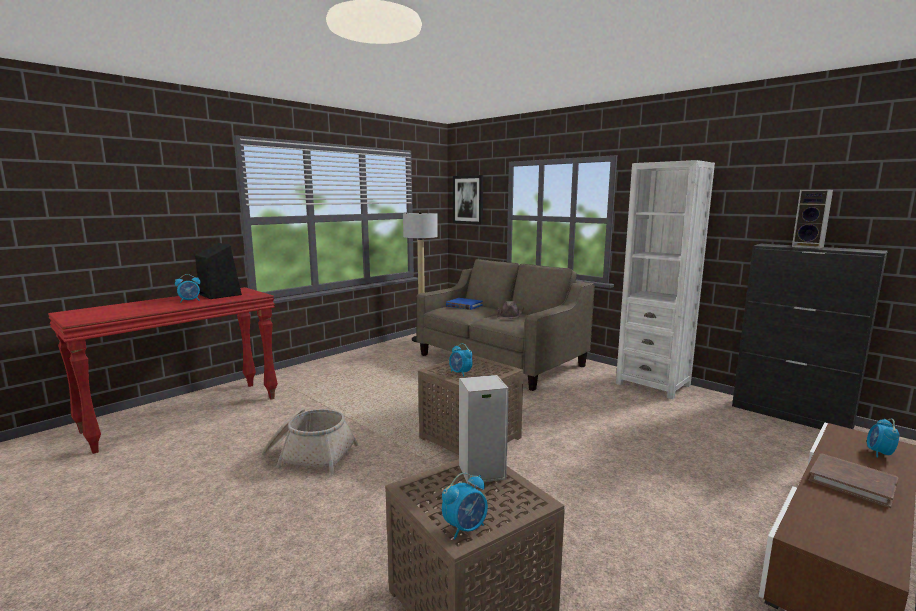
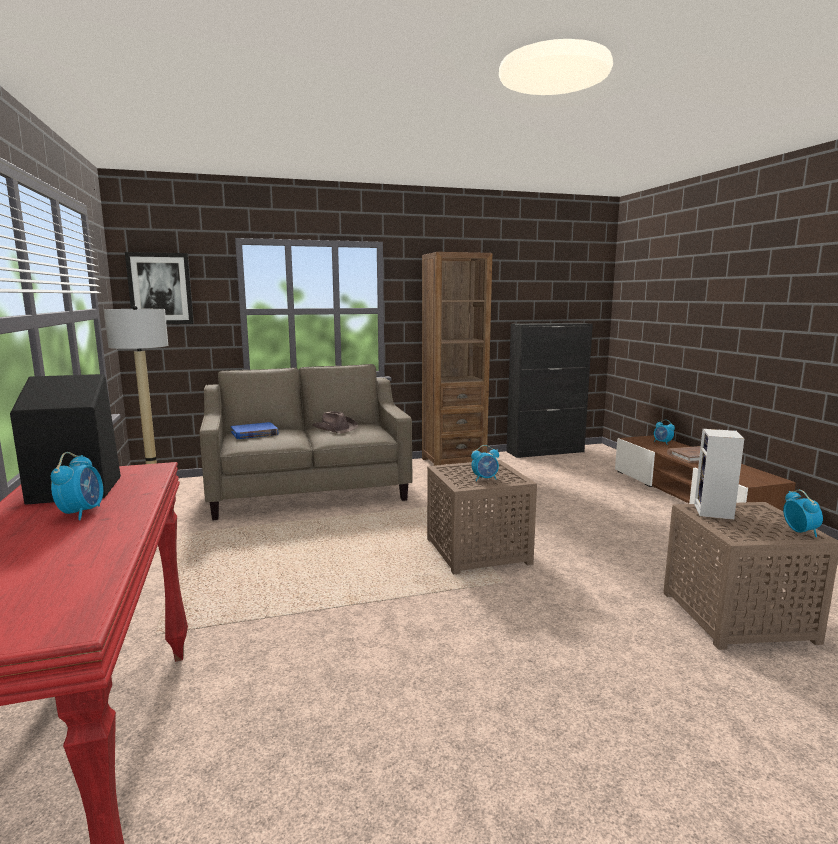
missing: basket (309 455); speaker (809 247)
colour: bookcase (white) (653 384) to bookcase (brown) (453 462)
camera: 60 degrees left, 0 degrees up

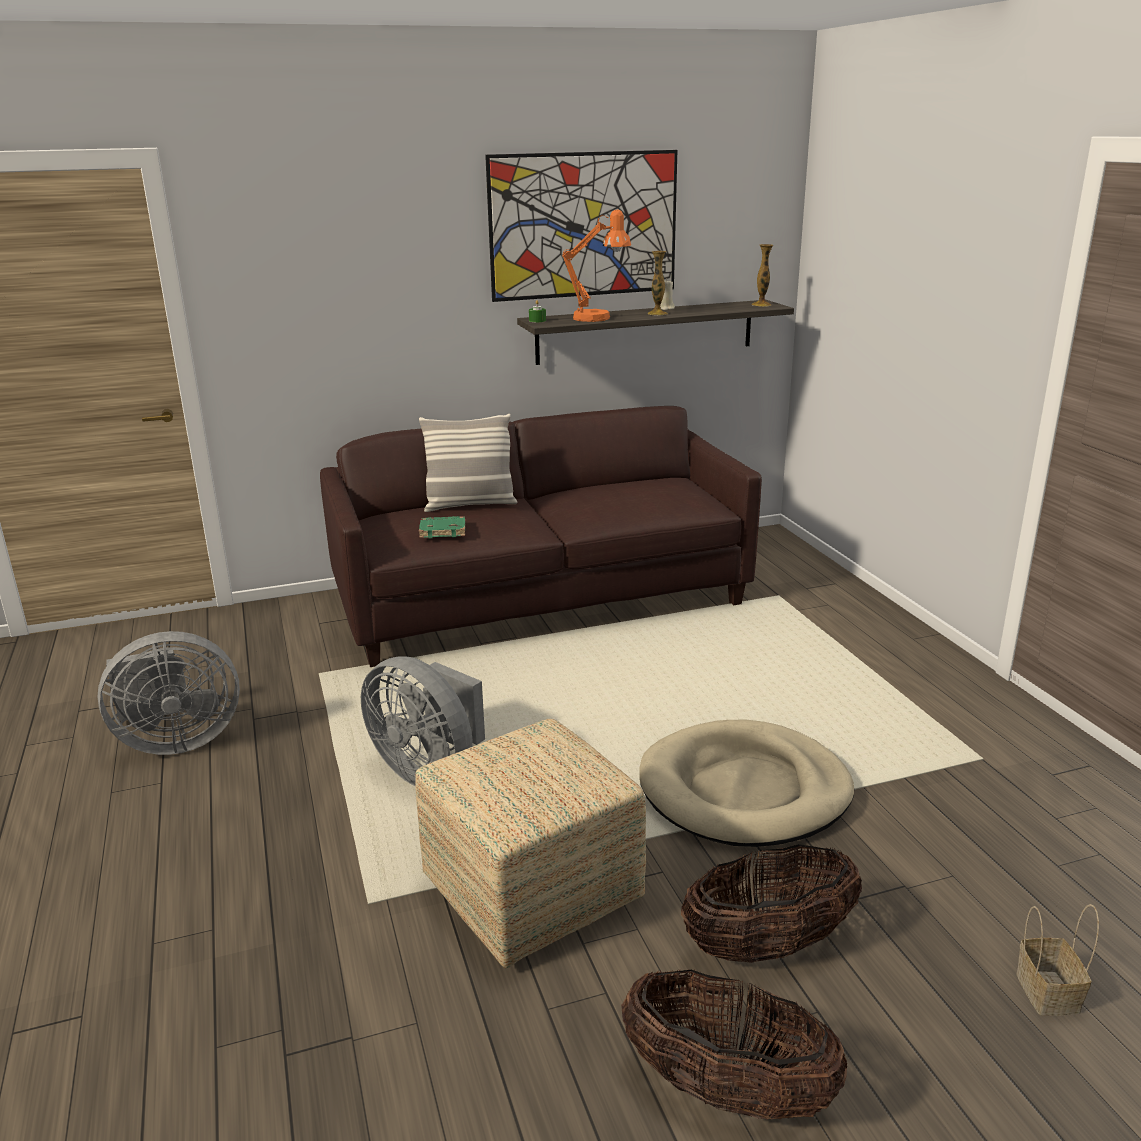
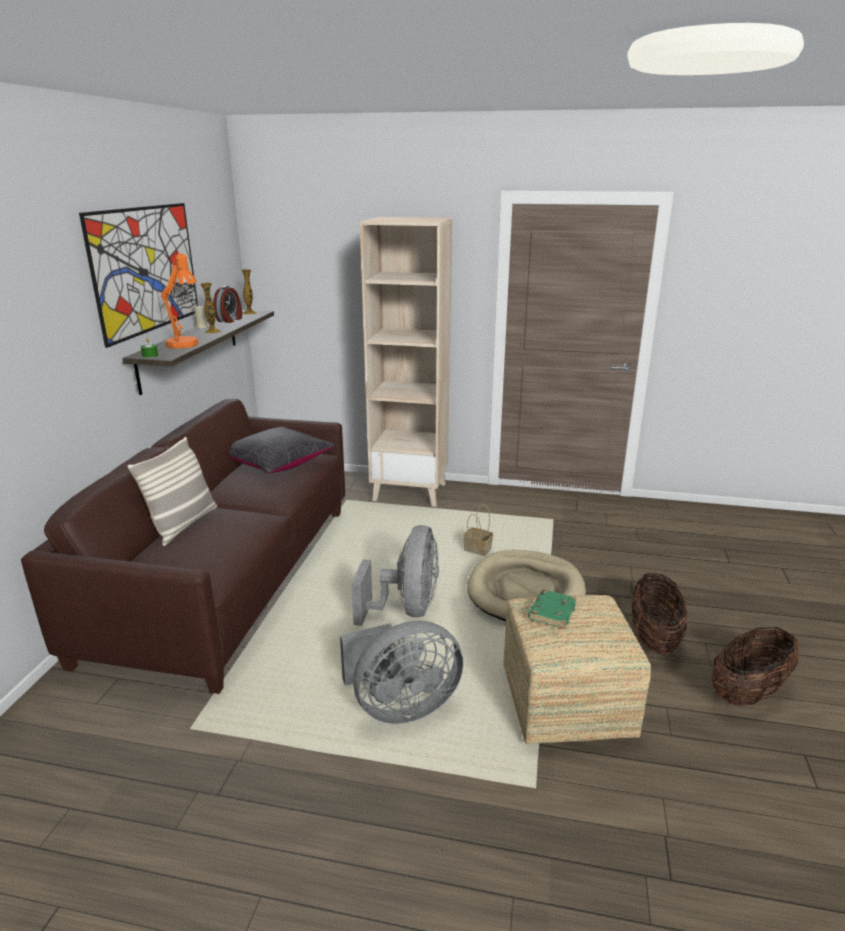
appeared: alarm clock (230 320); pillow (black) (277 462); bookcase (beige) (410 491)
relocated: fan (grey) (176 741) to (407 609); book (green) (443 531) to (551 611); basket (1045 991) to (476 549)
camera: 60 degrees left, 0 degrees up

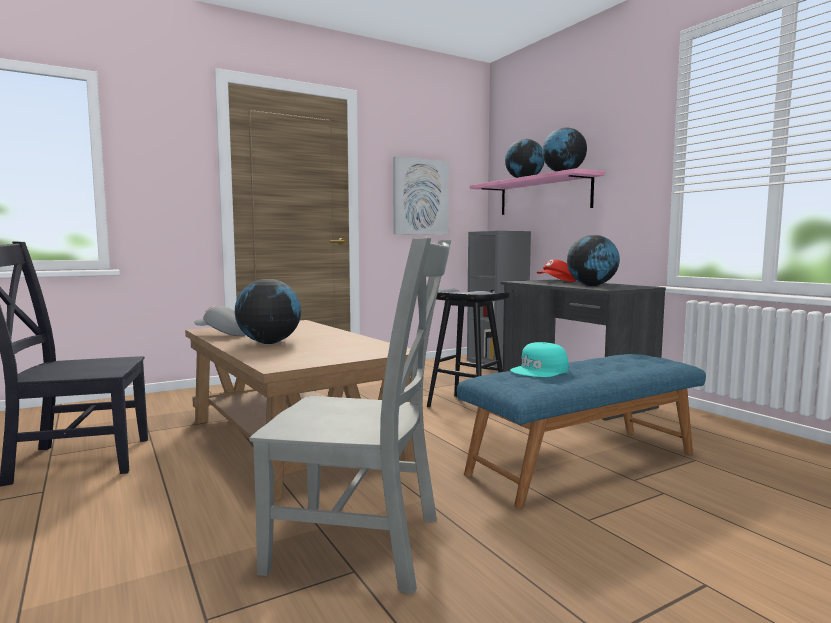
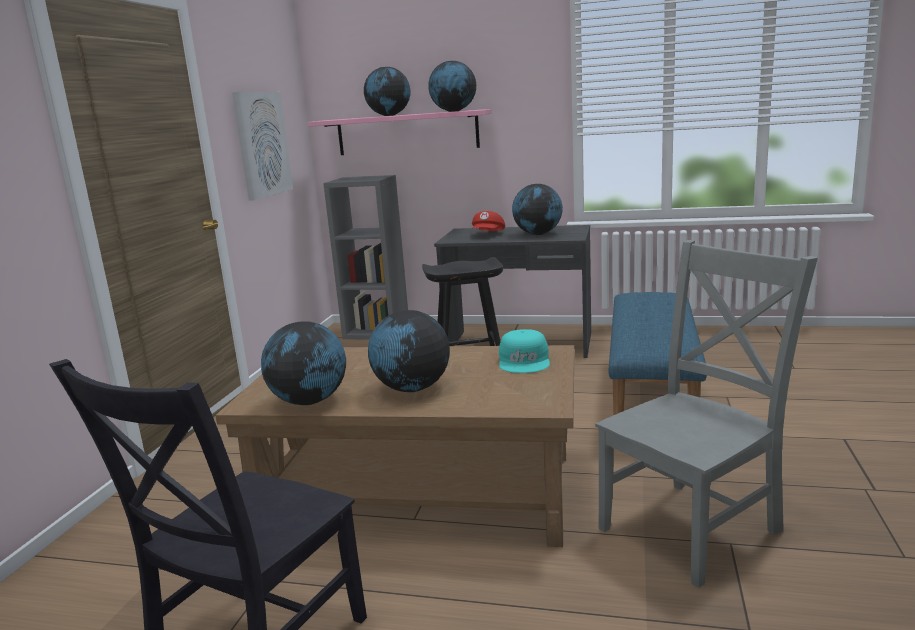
relocated: cap (turquoise) (540 370) to (525 361)
exchanged: cap (grey) (222 335) to globe (309 401)
camera: 45 degrees left, 10 degrees up

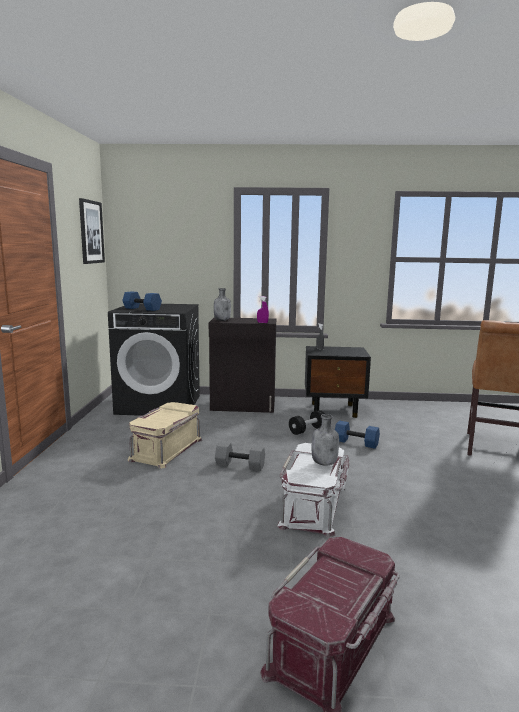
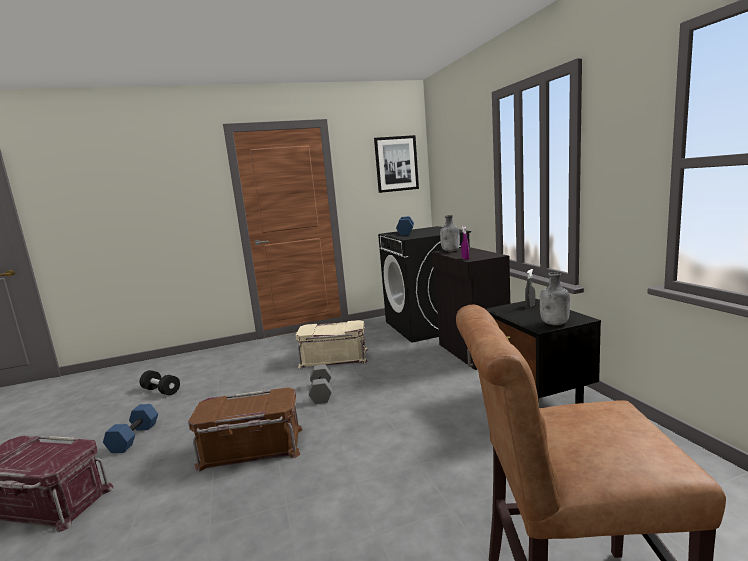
relocated: dumbbell (black) (307 430) to (161 391); bottle (grey) (324 463) to (555 324); dumbbell (blue) (355 443) to (134 437)
colour: storage box (white) (314 506) to storage box (brown) (251 448)
camera: 70 degrees right, 0 degrees up

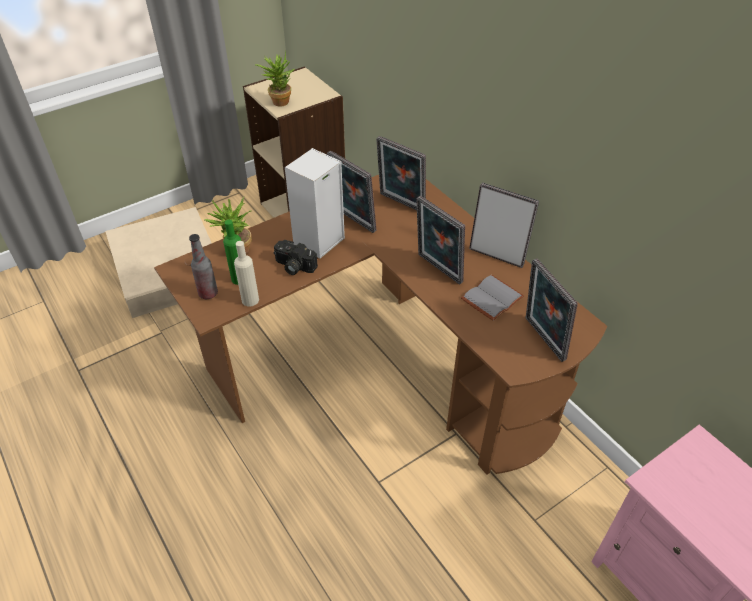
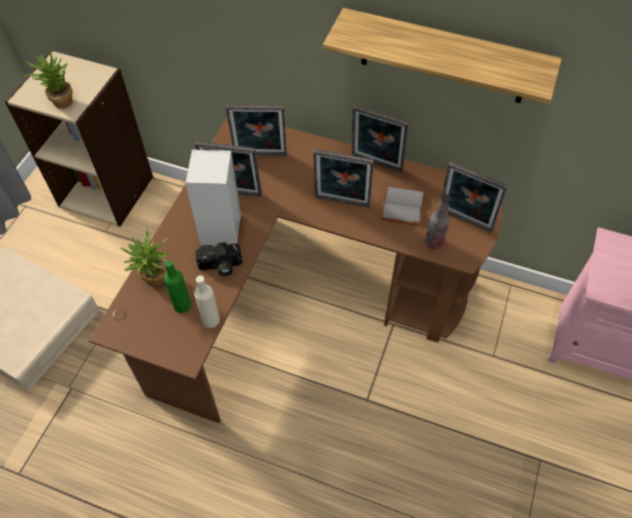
appeared: shelf (444 57)
relocated: bottle (208 293) to (434 242)
spun: picture frame (497 255) = (375 164) 150 degrees counterclockwise
camera: 35 degrees left, 10 degrees up

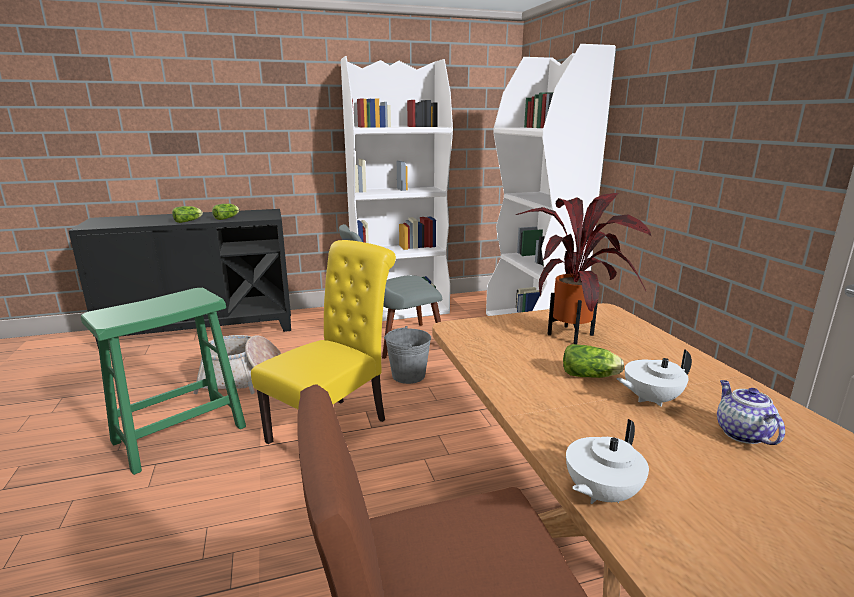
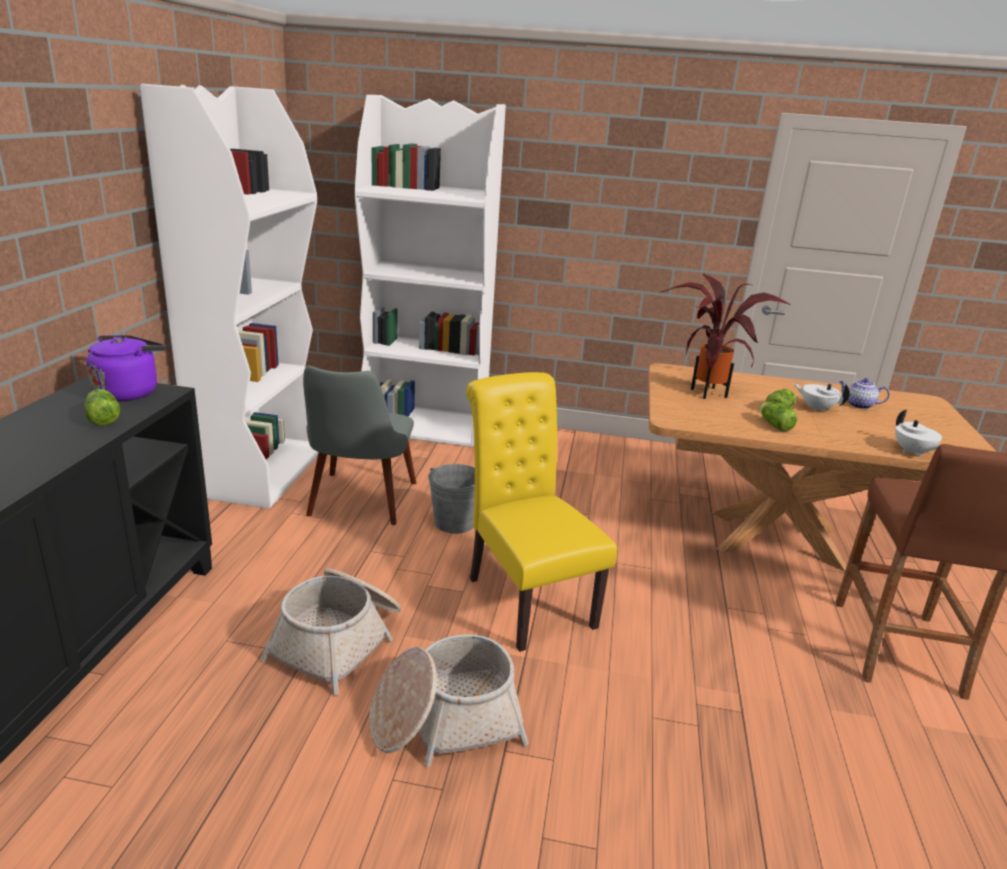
appeared: kettle (purple) (129 392)
relocated: lettuce (189 221) to (773 425)
exchanged: stool (green) (181 434) to basket (445 720)
spun: teapot (white) (650 399) = (816 408) 120 degrees clockwise
camera: 65 degrees left, 5 degrees up

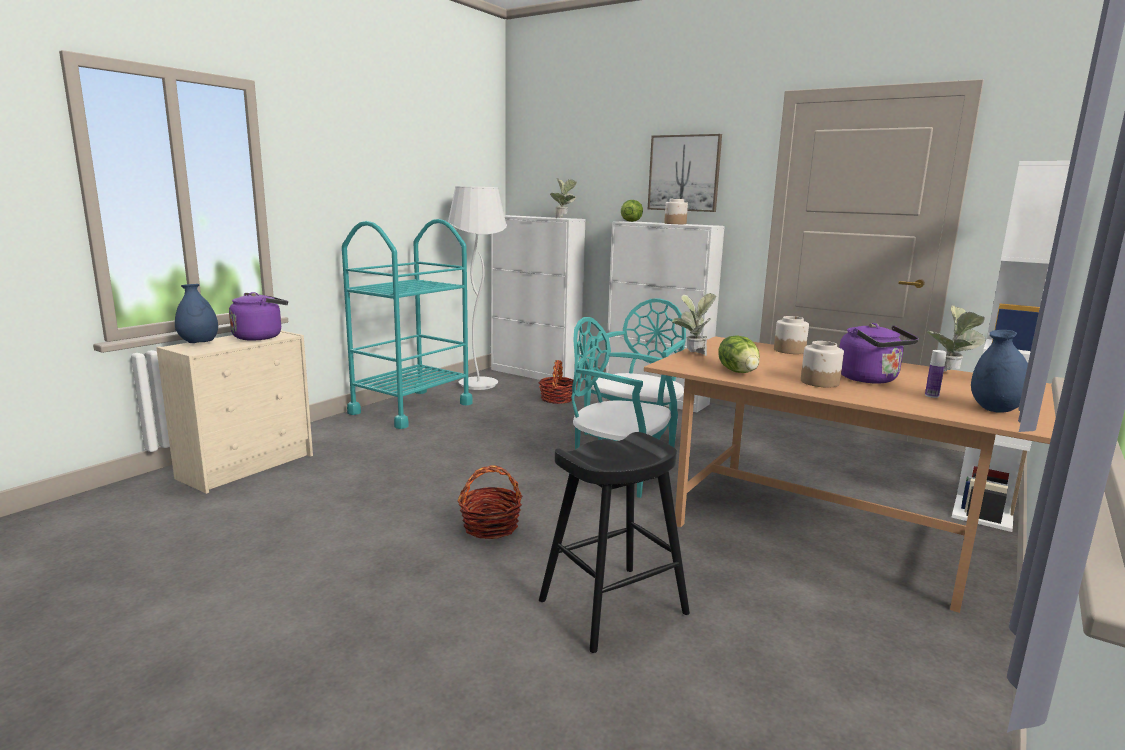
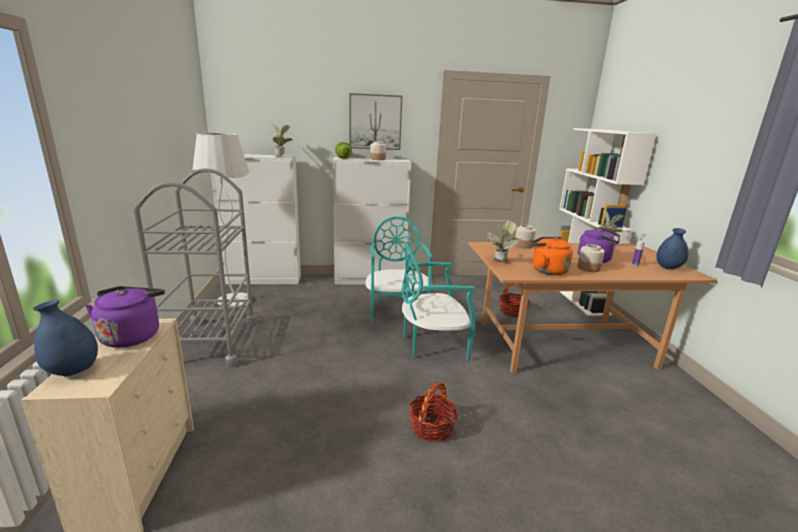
missing: stool (black) (613 607)
relocated: basket (557 399) to (512 311)
exchanged: lettuce (739 371) to kettle (orange) (546 270)
colour: cart (turquoise) (411 408) to cart (grey) (212 342)
camera: 40 degrees left, 5 degrees up

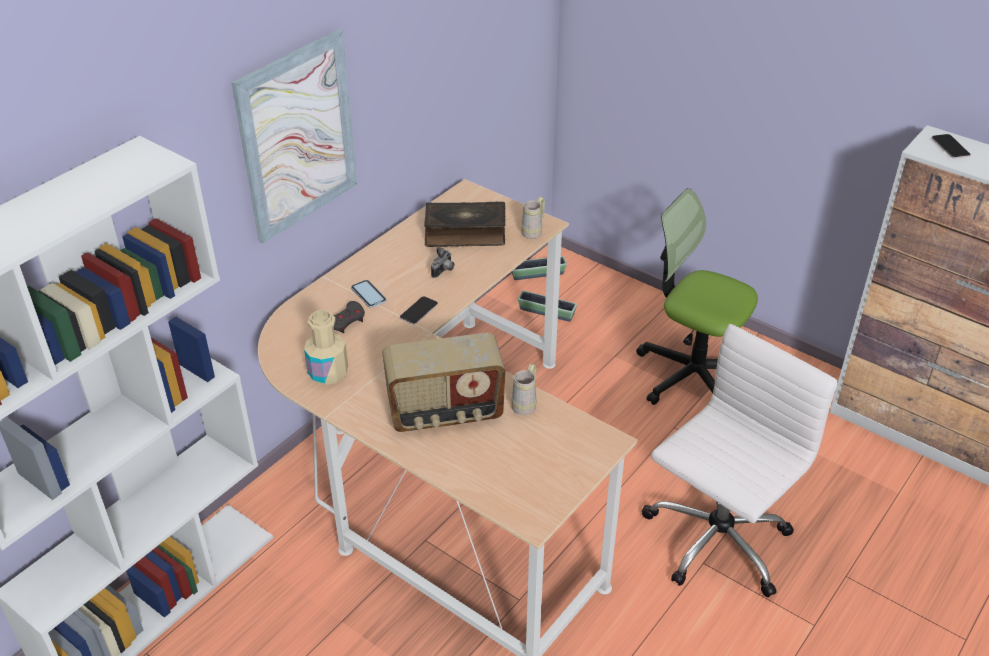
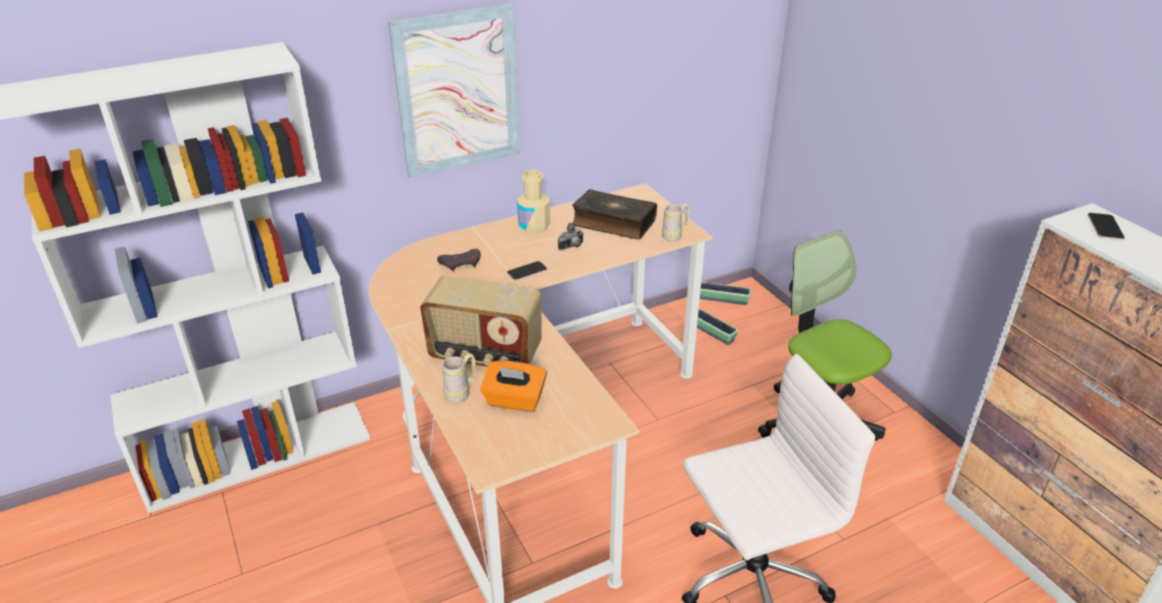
missing: phone (368 295)
appeared: tissue box (orange) (514 400)
relocated: bottle (beige) (328 373) to (534 226); mug (beige) (526 404) to (461 393)
camera: 25 degrees right, 5 degrees down

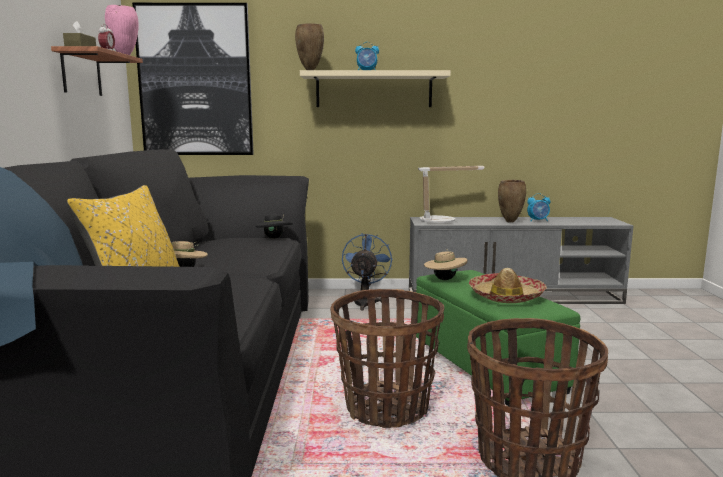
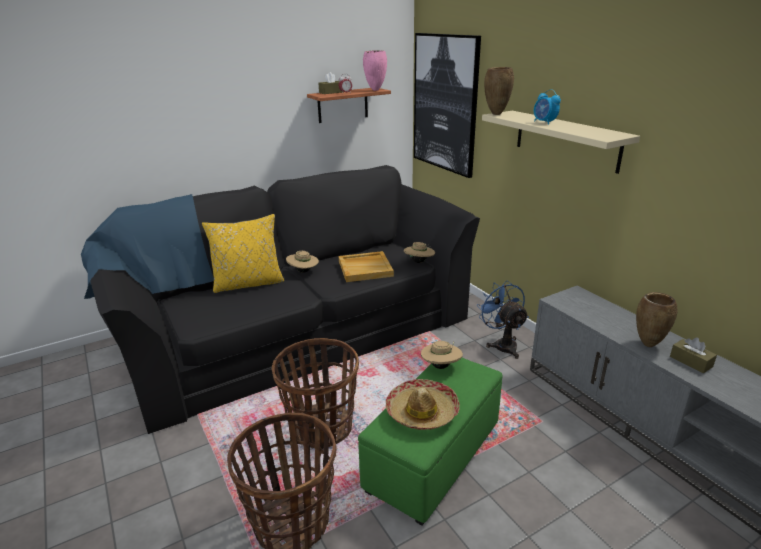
missing: table lamp (442 221)
appeared: tray (beige) (365 268)
exchanged: alarm clock (538 220) to tissue box (brown) (691 361)
colour: hat (black) (274 238) to hat (beige) (419 262)
spun: fan (blue) (365 301) = (502 344) 90 degrees counterclockwise
camera: 60 degrees right, 15 degrees up

